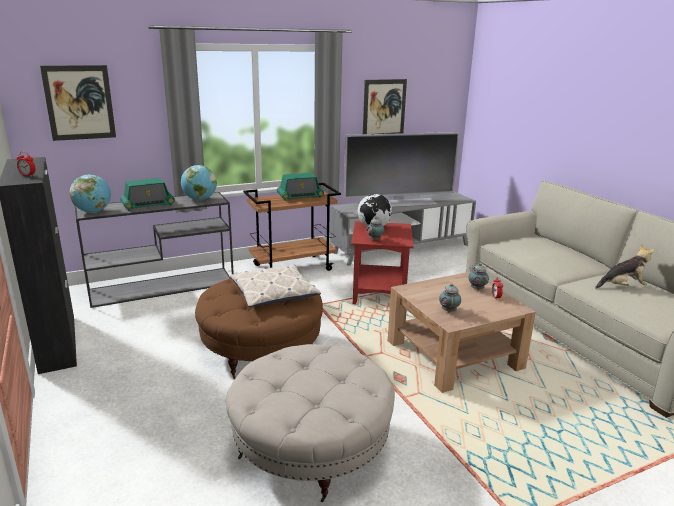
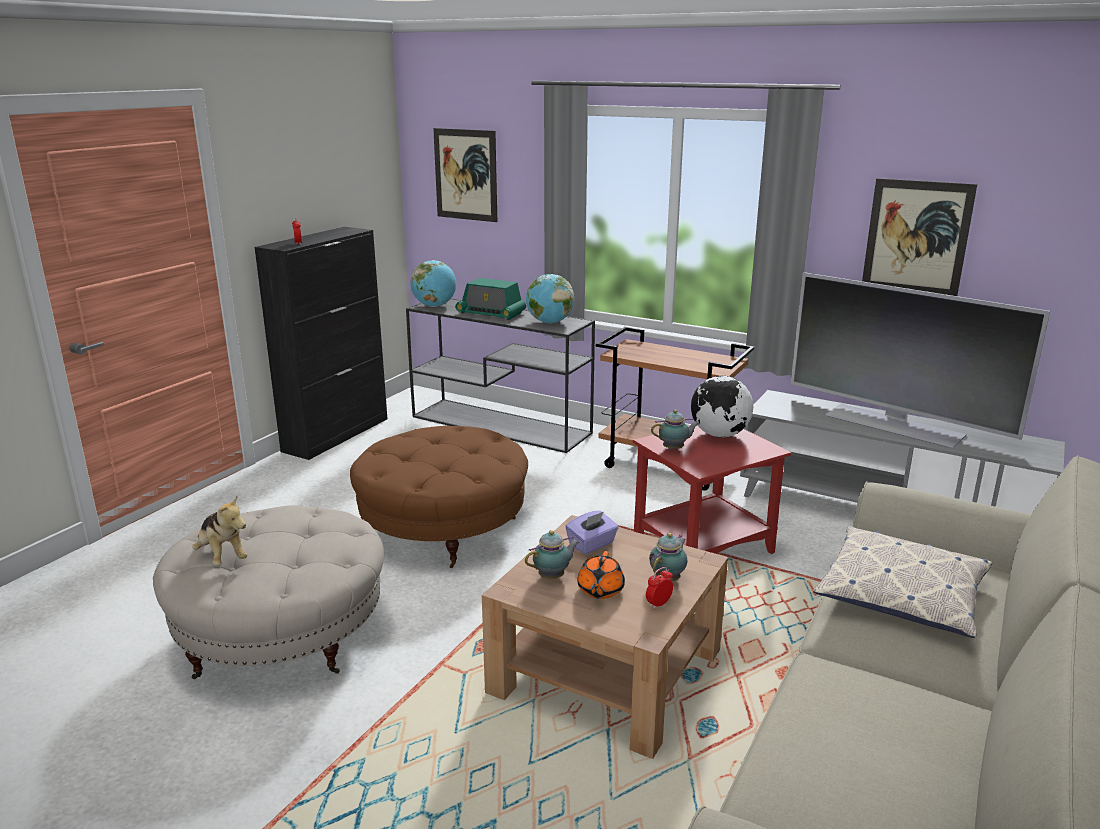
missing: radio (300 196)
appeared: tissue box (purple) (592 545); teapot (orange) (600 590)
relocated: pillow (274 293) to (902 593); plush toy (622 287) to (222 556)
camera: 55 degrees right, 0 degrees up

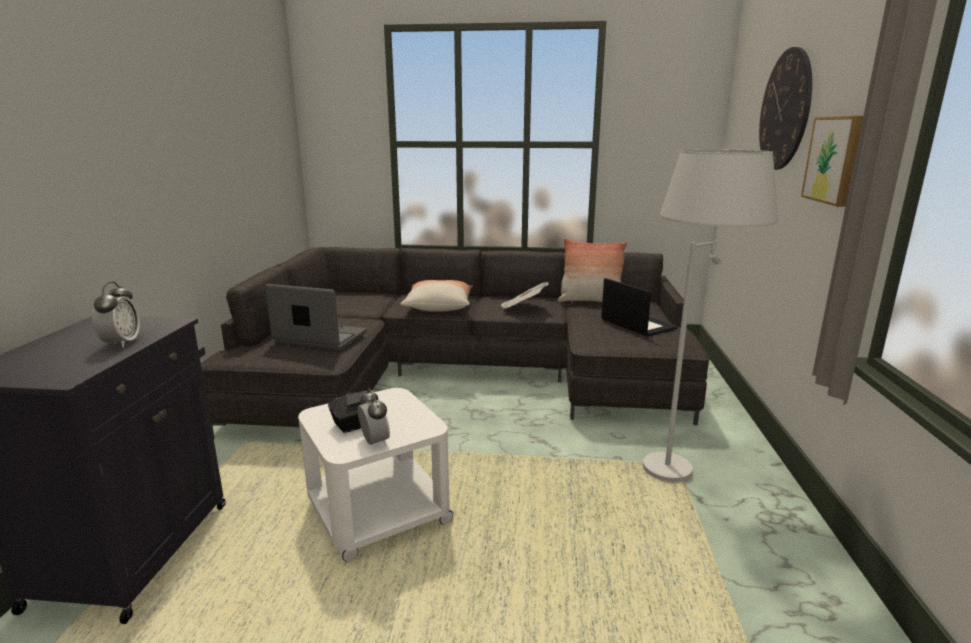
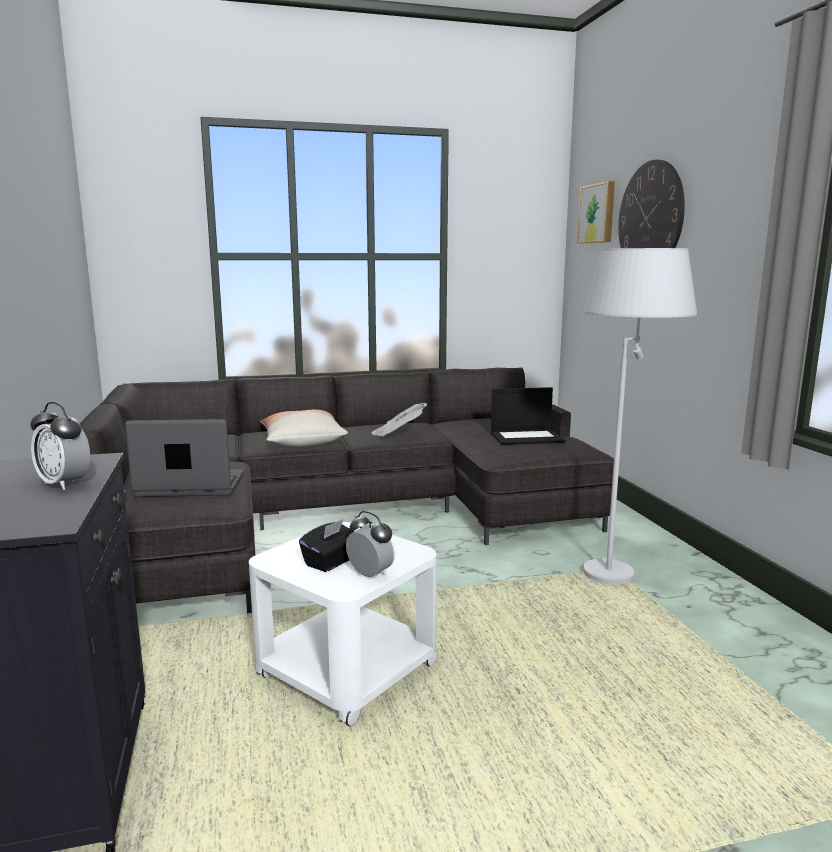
missing: pillow (590 301)
relocated: picture (835 160) to (598 213)
spun: alarm clock (122 343) = (64 484) 150 degrees clockwise; laptop (636 324) = (527 437) 135 degrees clockwise
camera: 20 degrees left, 5 degrees down

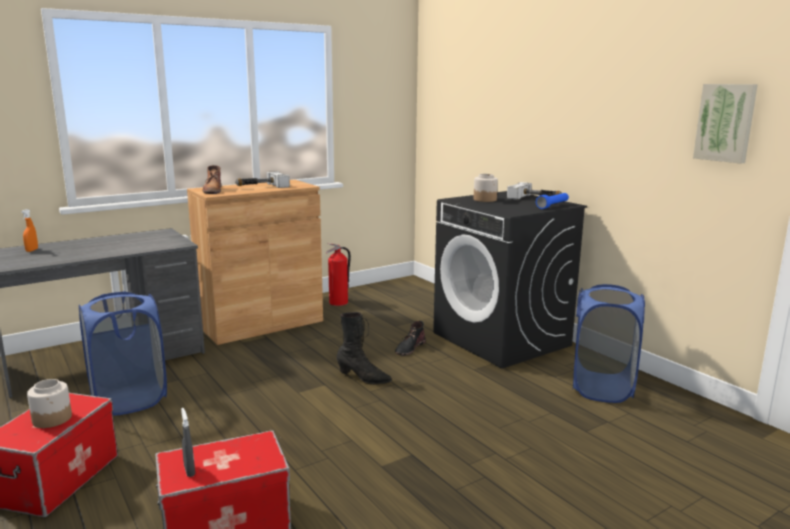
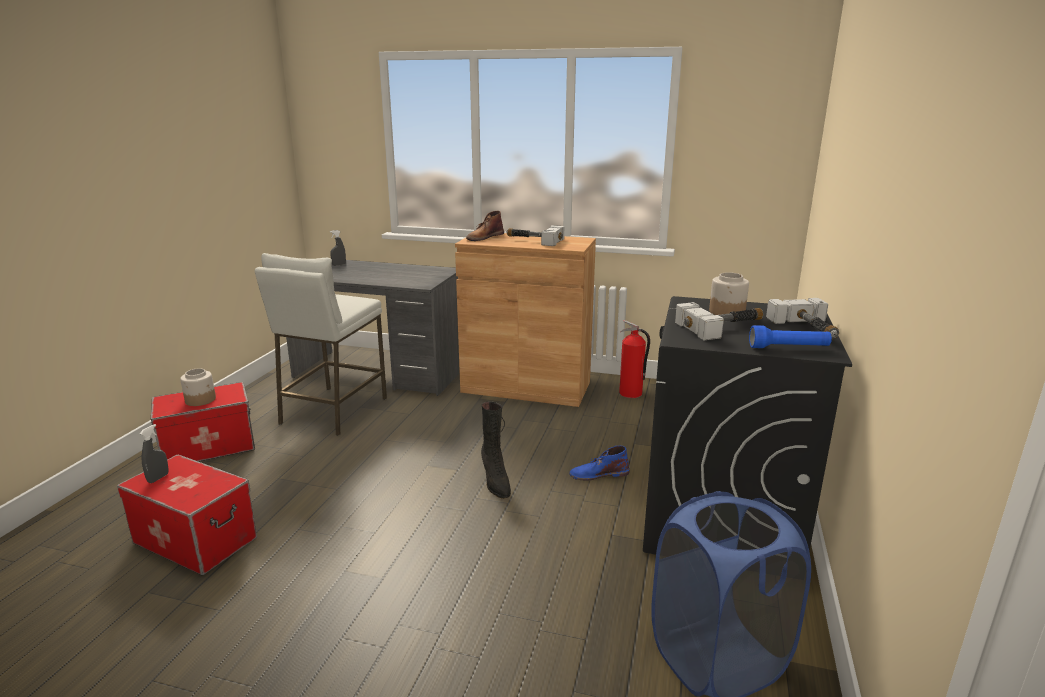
missing: picture (725 122)
appeared: hammer (723 327)
exchanged: laundry basket (blue) (128 399) to stool (white) (333 411)
colour: spray bottle (orange) (32 250) to spray bottle (grey) (339 265); boot (black) (409 348) to boot (blue) (598 474)
camera: 50 degrees right, 5 degrees up

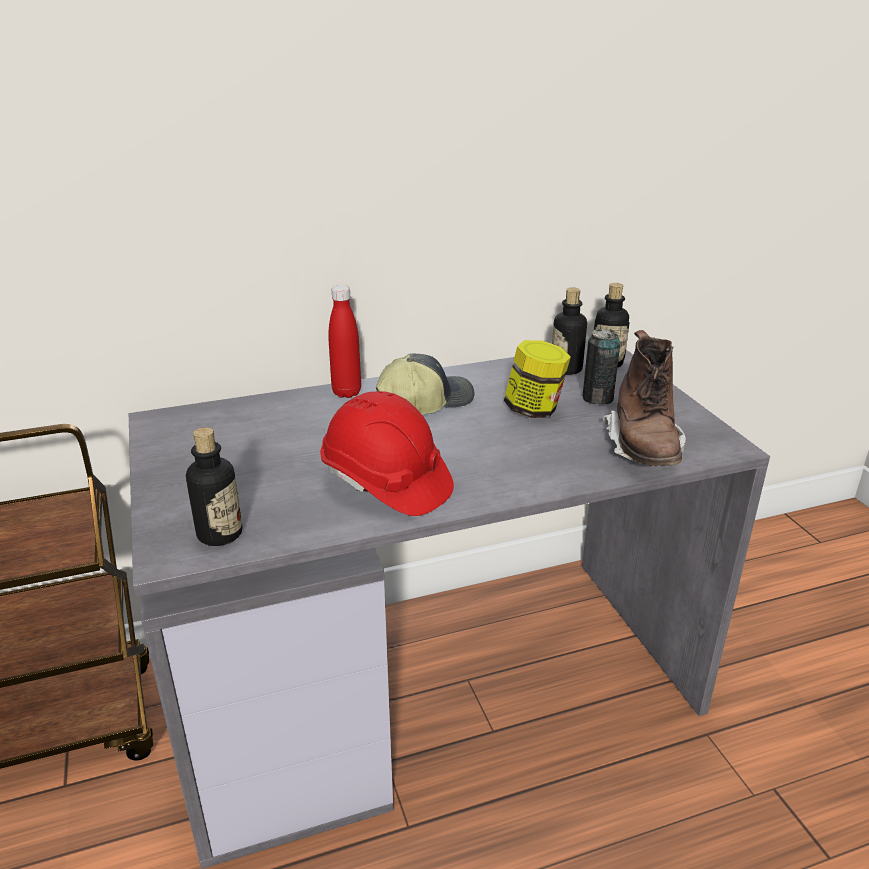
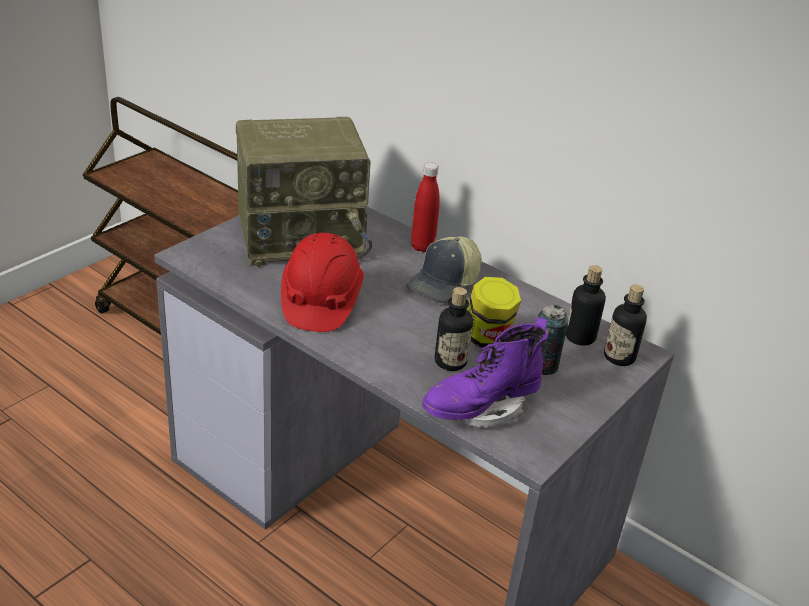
appeared: radio (302 237)
relocated: bottle (220 534) to (450 362)
colour: boot (brown) (643 448) to boot (purple) (481 408)
spun: cap (424 402) = (444 283) 105 degrees clockwise
camera: 55 degrees right, 5 degrees up

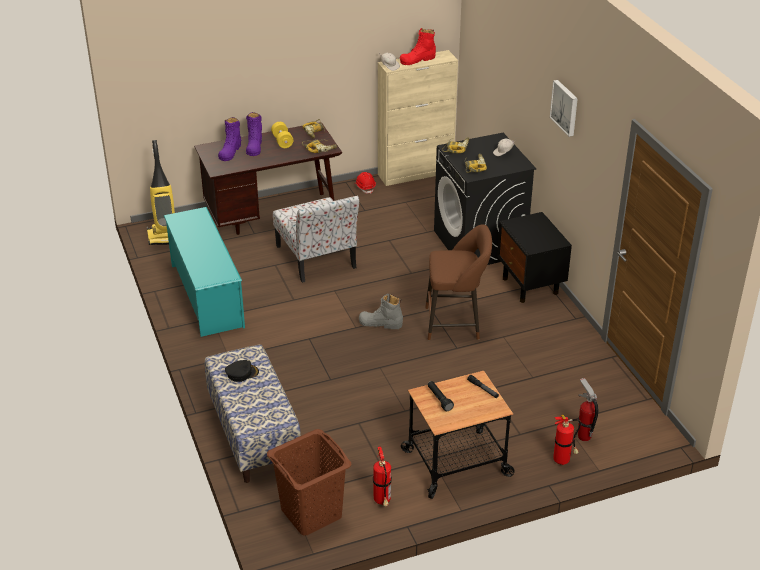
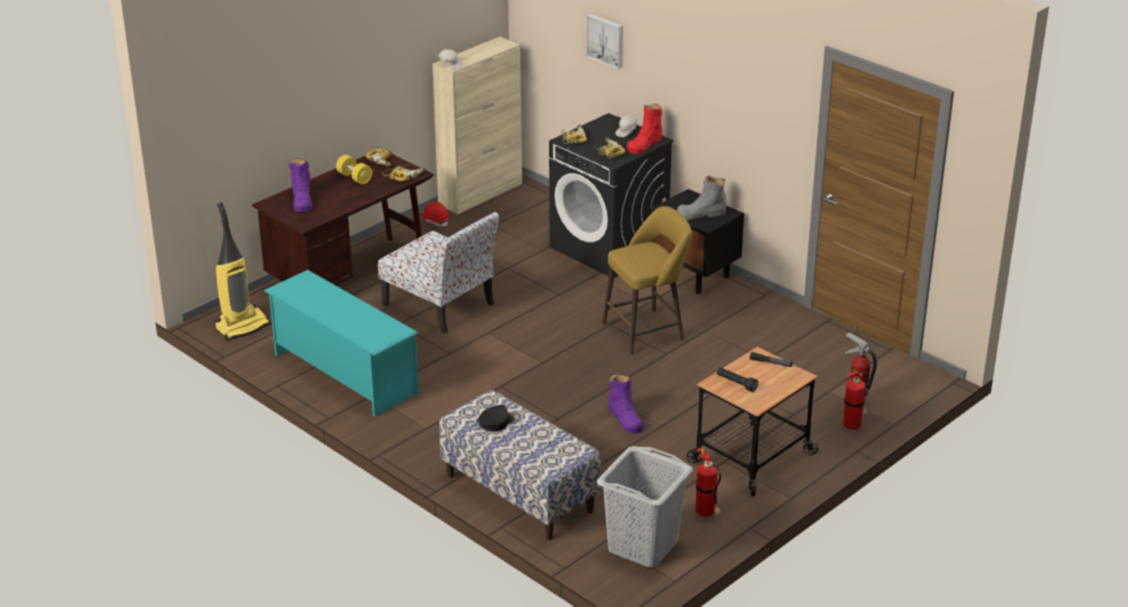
relocated: boot (purple) (254 146) to (625 419); boot (grey) (380 323) to (701 214); boot (red) (417 60) to (644 144); picture (565 107) to (606 40)
colour: laundry basket (brown) (312 513) to laundry basket (grey) (643 546); stool (brown) (456 323) to stool (yellow) (647 331)
camera: 25 degrees left, 5 degrees down

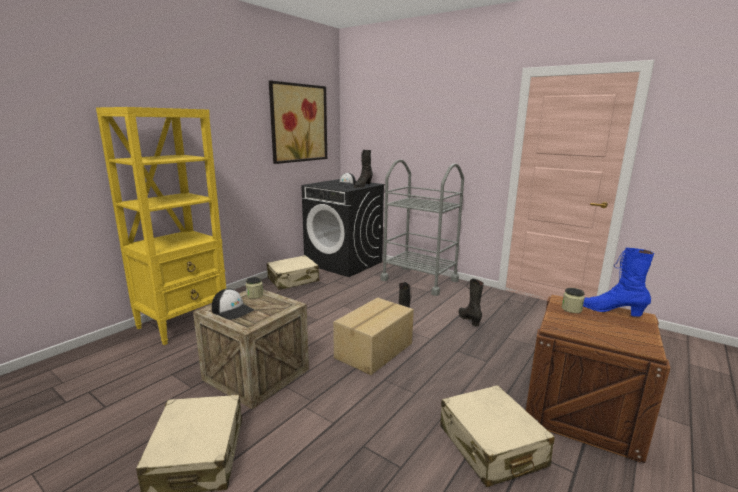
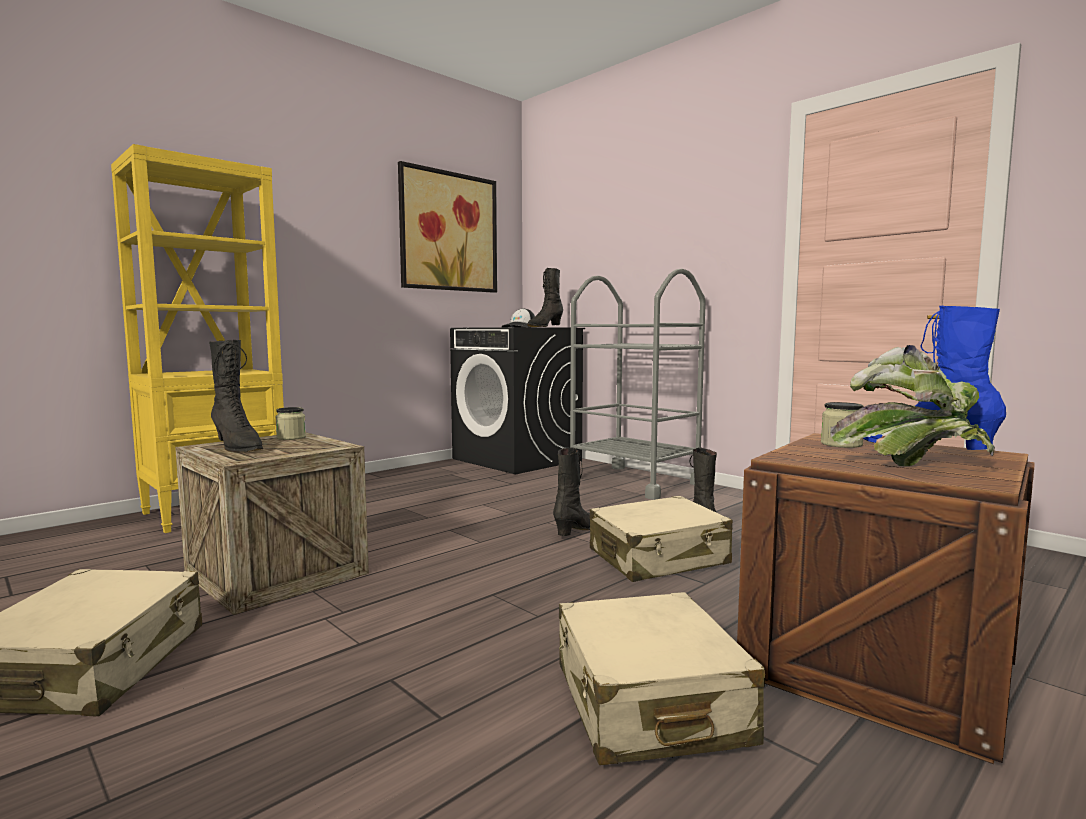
missing: cardboard box (375 351)
appeared: potted plant (912 463)
relocated: suitcase (beige) (293 280) to (658 558)
exchanged: cap (232 310) to boot (black) (237 447)
camera: 10 degrees right, 10 degrees down

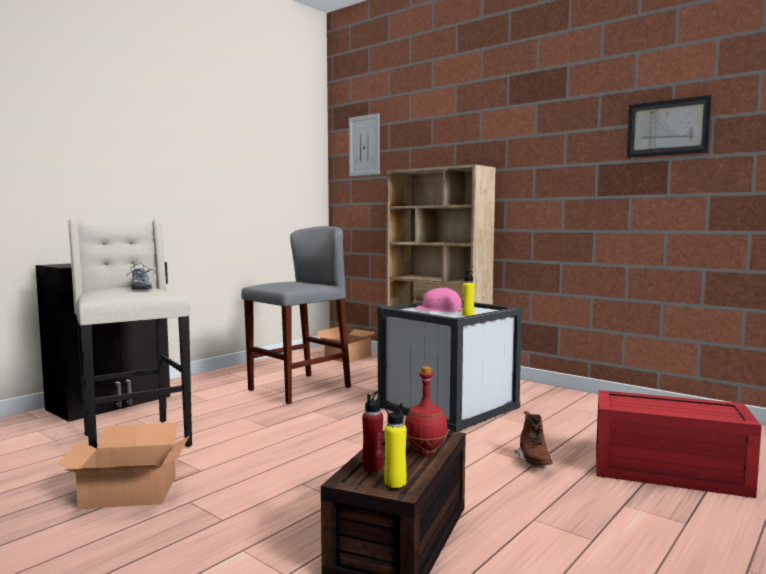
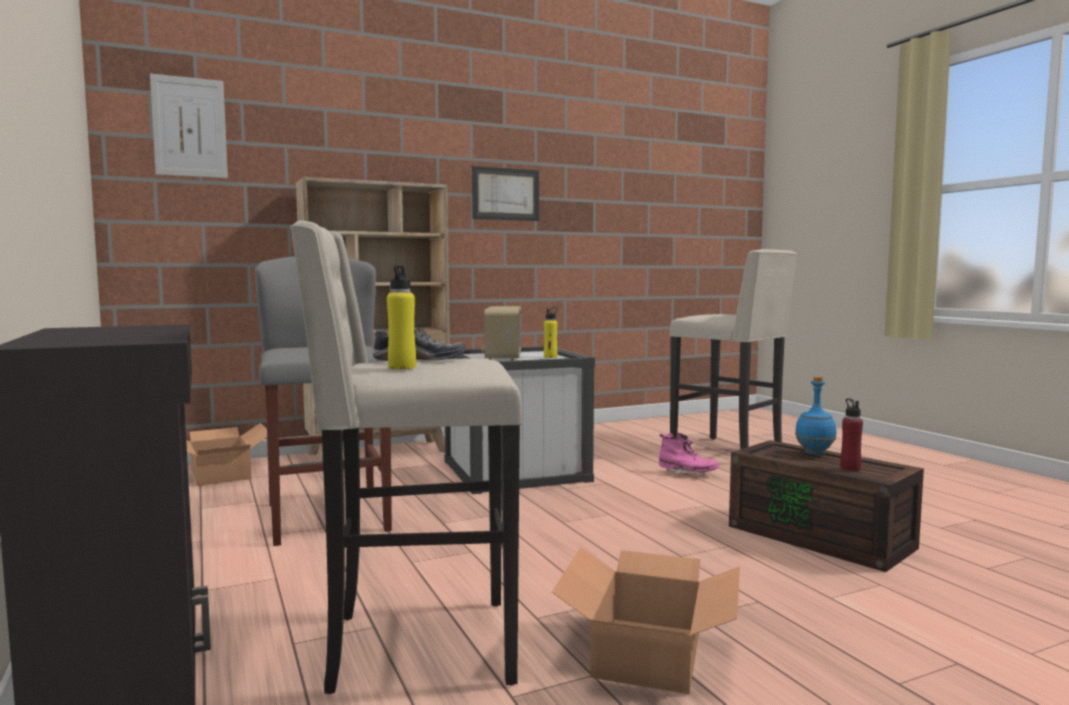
relocated: bottle (yellow) (395 482) to (402 367); picture (667 128) to (505 194)
exchanged: hard hat (pink) (440 309) to radio (502 358); storage box (red) (666 472) to stool (beige) (729 452)
colour: bottle (red) (426 451) to bottle (blue) (814 453); boot (brown) (534 462) to boot (pink) (687 474)
camera: 65 degrees left, 0 degrees up

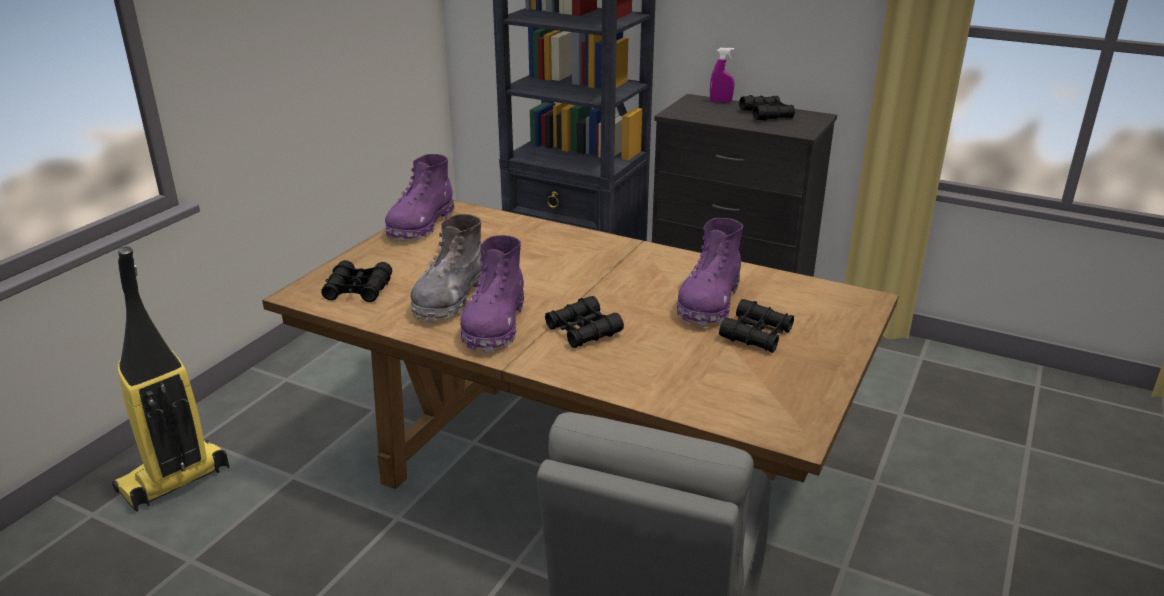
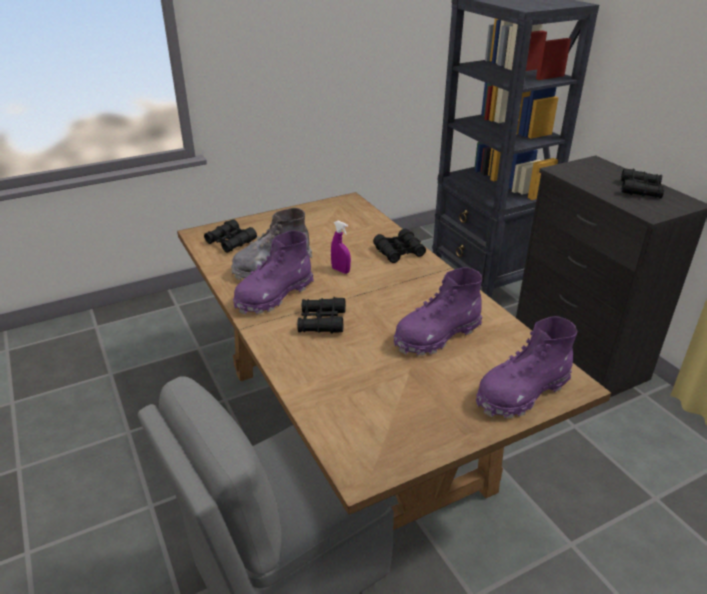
missing: vacuum cleaner (173 481)
relocated: boot (purple) (420 225) to (521 392); spray bottle (purple) (720 101) to (340 270); binoculars (black) (756 334) to (399 252)
camera: 35 degrees right, 5 degrees up

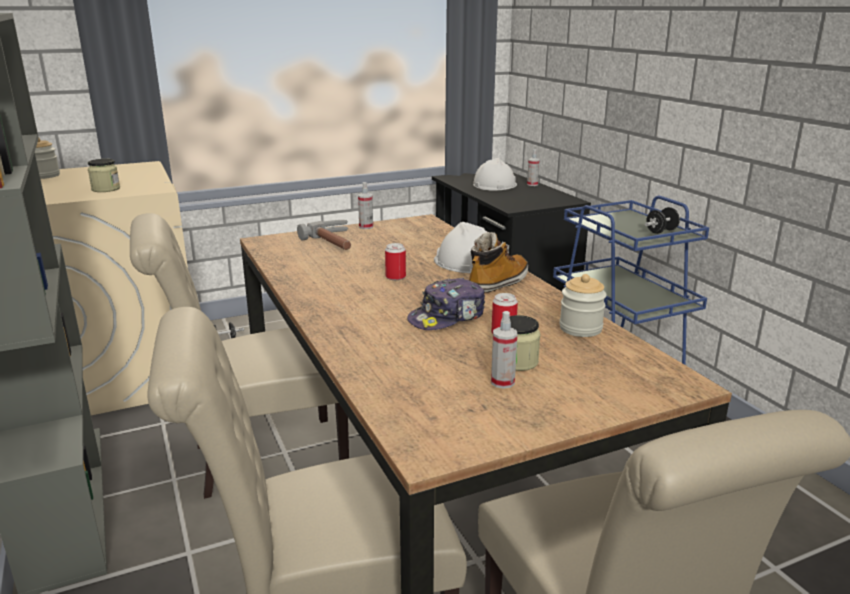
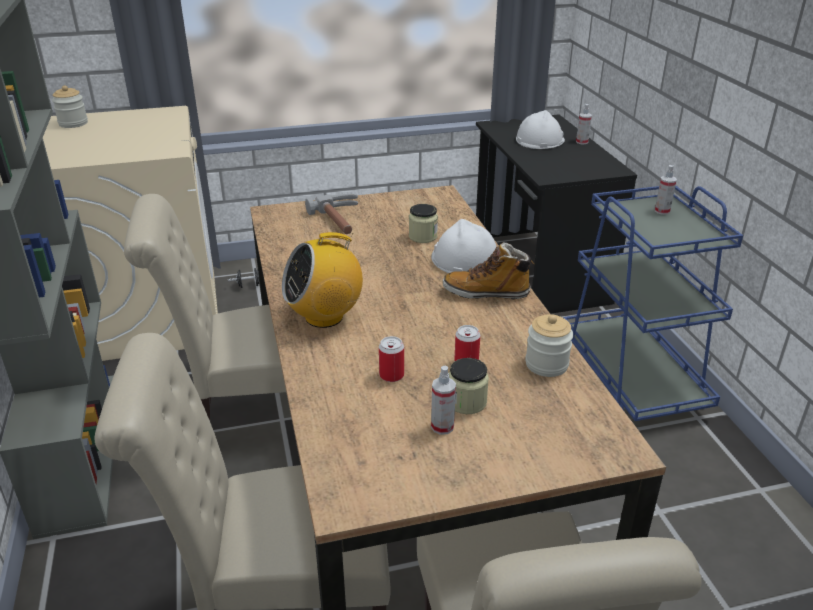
missing: cap (447 317); dumbbell (black) (661 231)
appeared: radio (325 316)
relocated: jar (106 189) to (423 236); spray bottle (366 227) to (662 211); can (395 277) to (391 375)
spun: boot (498 283) = (486 292) 135 degrees counterclockwise
camera: 10 degrees right, 10 degrees up

